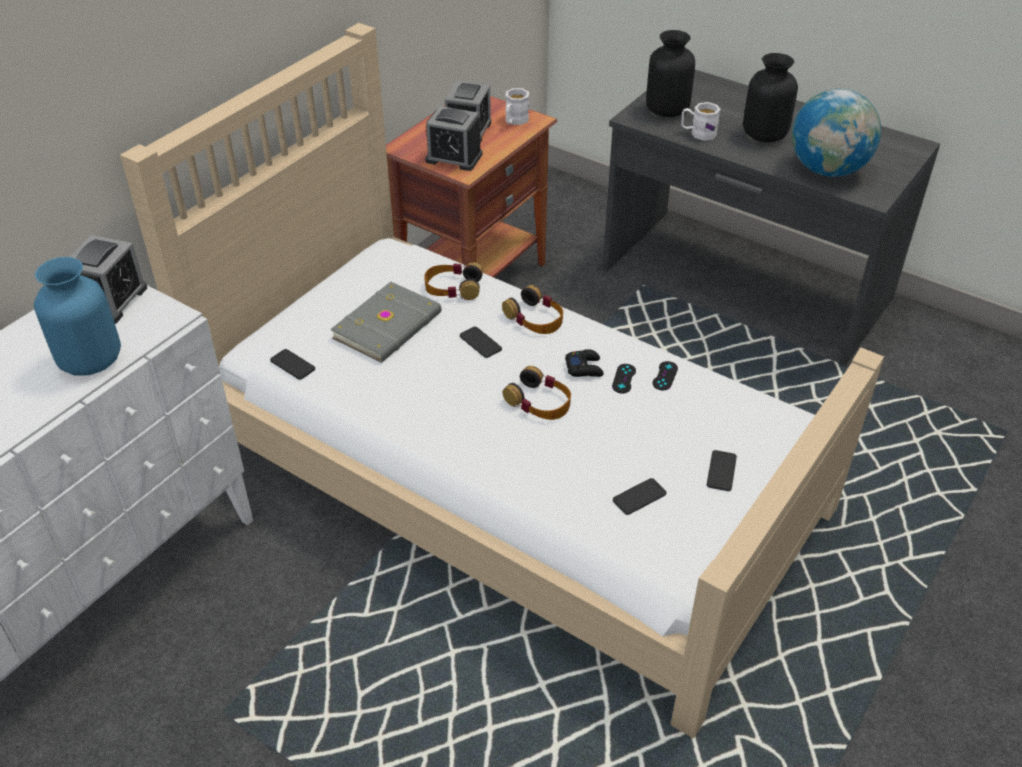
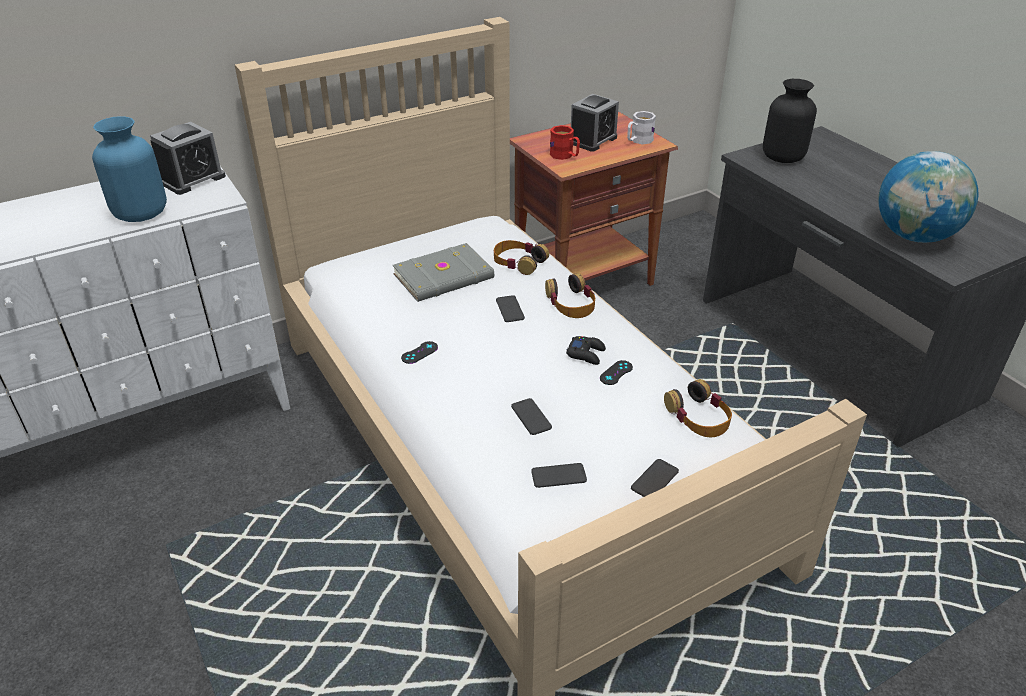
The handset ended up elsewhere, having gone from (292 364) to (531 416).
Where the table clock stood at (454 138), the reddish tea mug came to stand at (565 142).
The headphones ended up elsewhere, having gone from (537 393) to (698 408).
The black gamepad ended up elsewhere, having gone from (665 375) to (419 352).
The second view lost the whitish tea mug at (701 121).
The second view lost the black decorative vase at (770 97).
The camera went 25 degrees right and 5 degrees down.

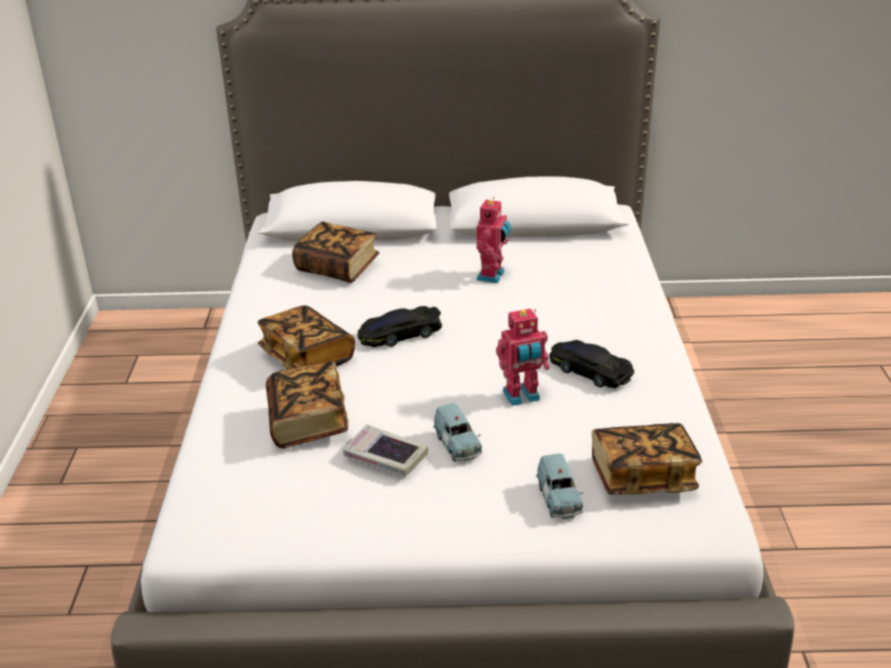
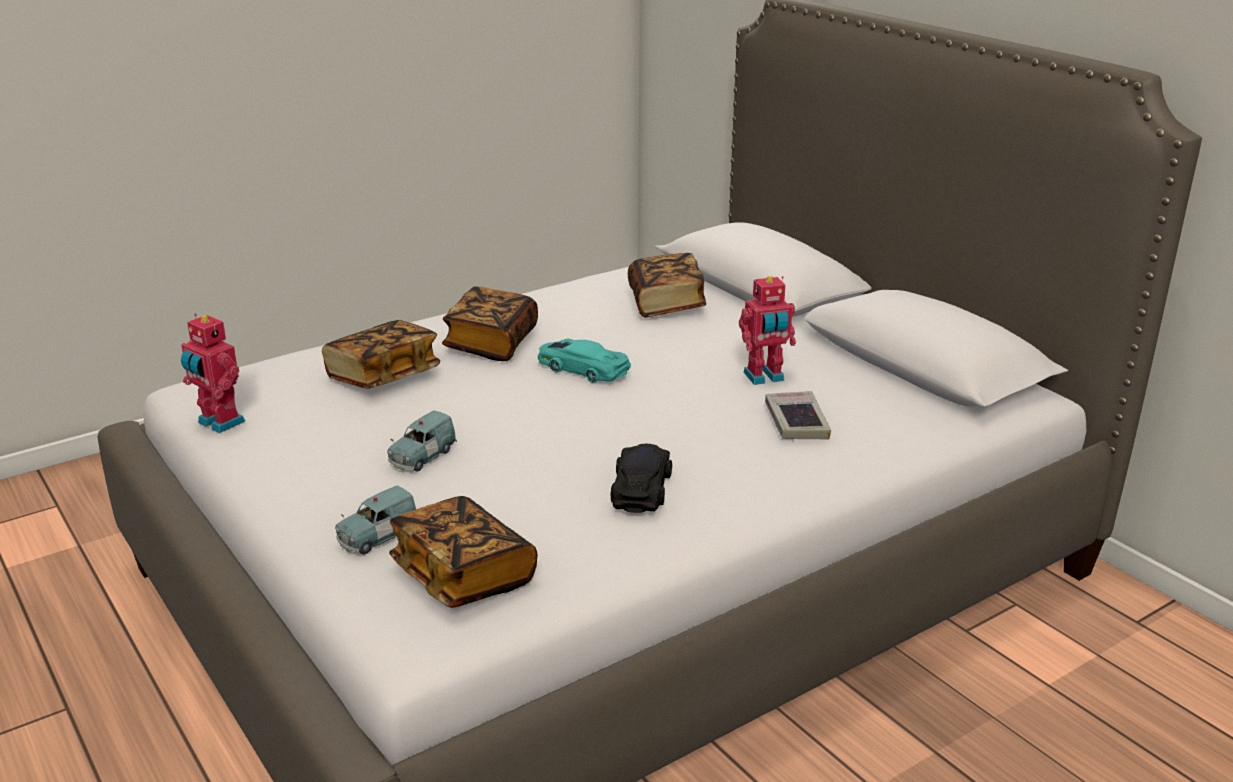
The volume ended up elsewhere, having gone from (385 450) to (798 415).
What was the black model car at (400 326) turned into the turquoise model car at (584 361).
The robot figure ended up elsewhere, having gone from (522 357) to (213 373).
The camera went 55 degrees right and 5 degrees down.

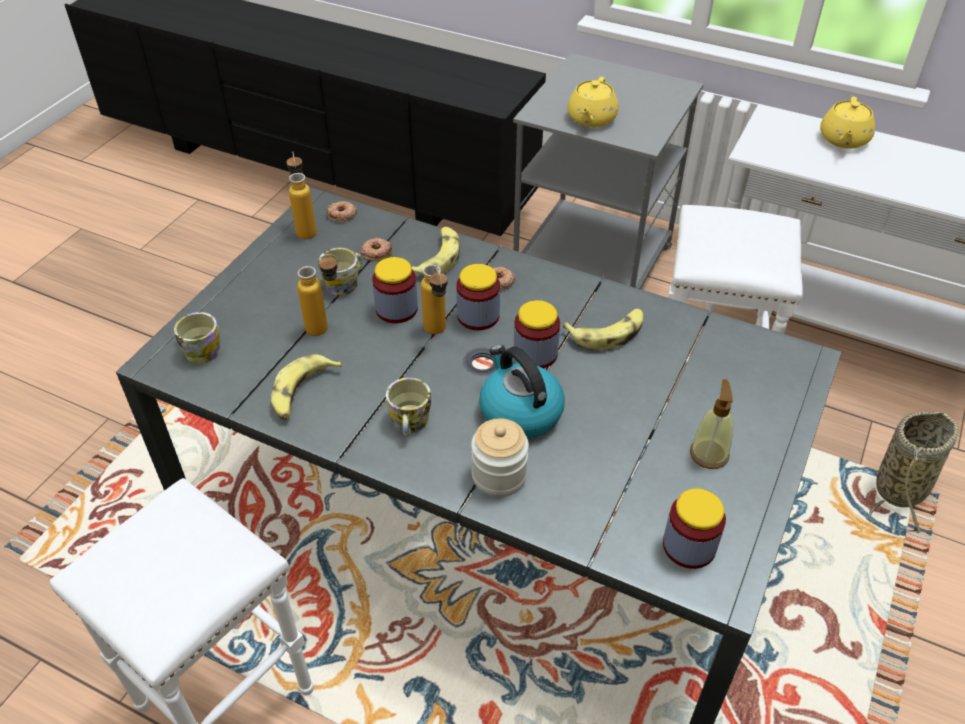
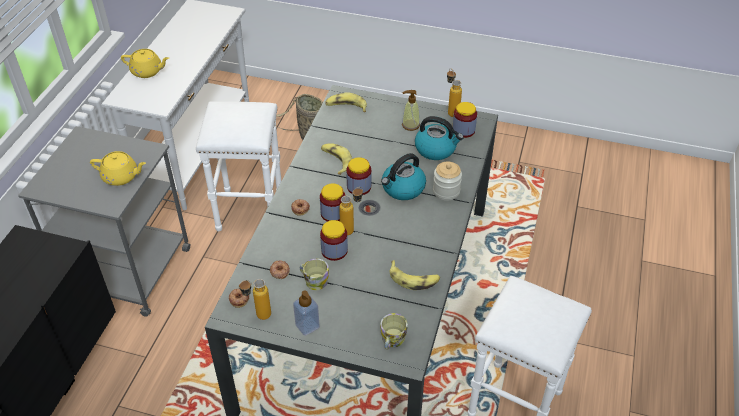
The drink bottle ended up elsewhere, having gone from (317 295) to (454 92).
The second view lost the tea mug at (408 407).
The banana fruit ended up elsewhere, having gone from (436 251) to (346 102).
The second view gained the soap bottle at (306 313).
The second view gained the tea kettle at (439 138).
The camera went 100 degrees left and 0 degrees up.

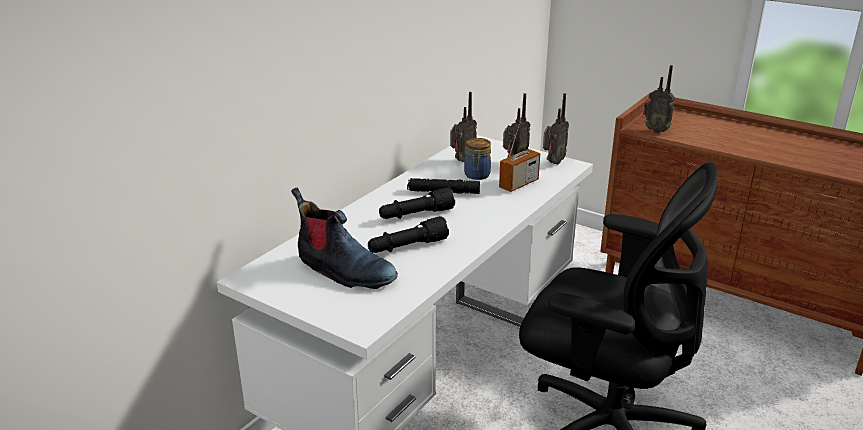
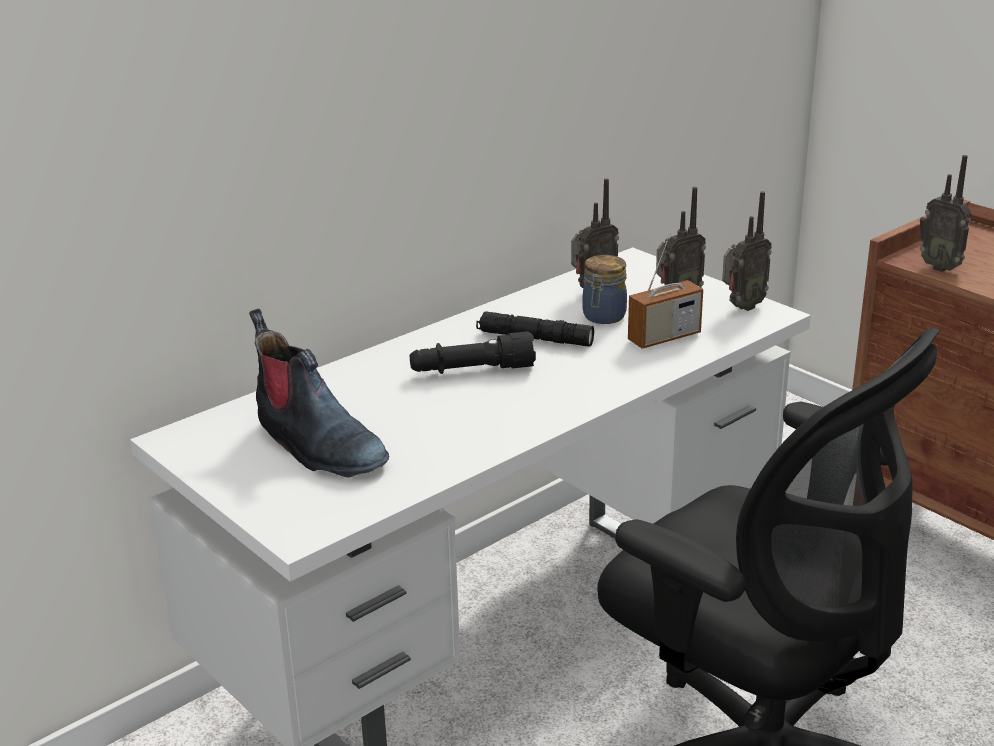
The second view lost the black flashlight at (408 234).
The camera went 15 degrees right and 0 degrees up.

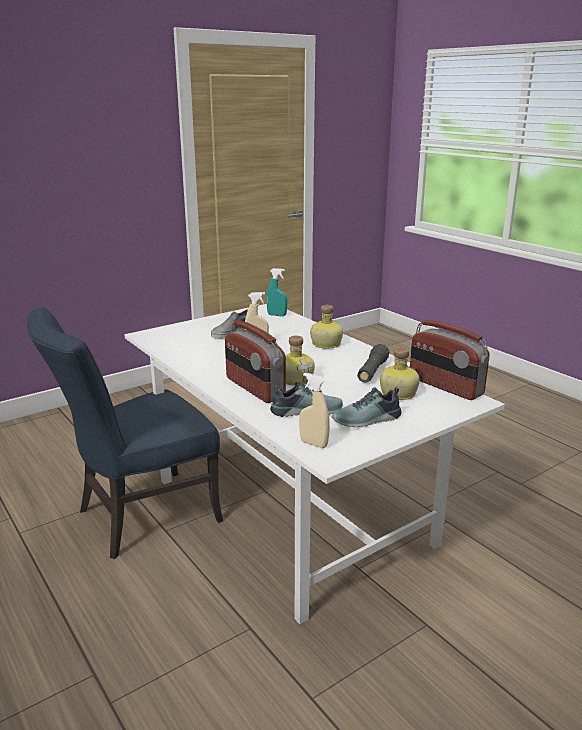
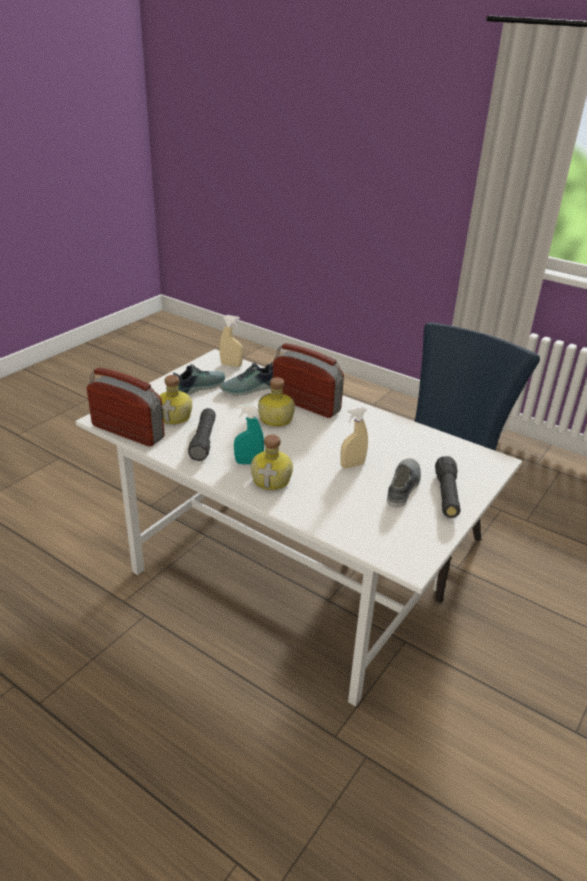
The turquoise hand sprayer ended up elsewhere, having gone from (277 292) to (249 434).
The second view gained the black flashlight at (448 487).
The camera went 160 degrees right and 10 degrees up.

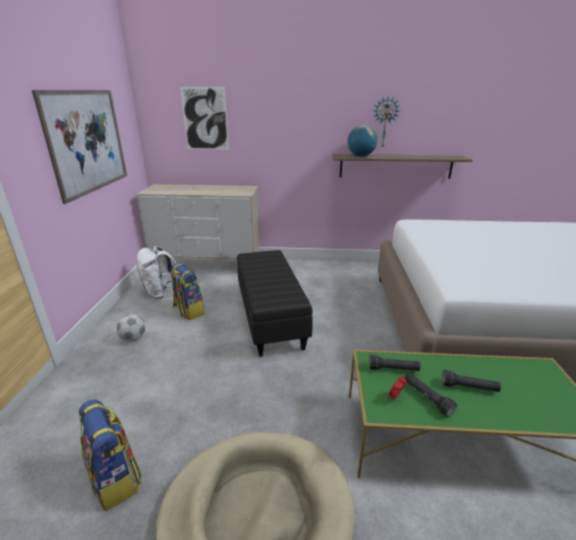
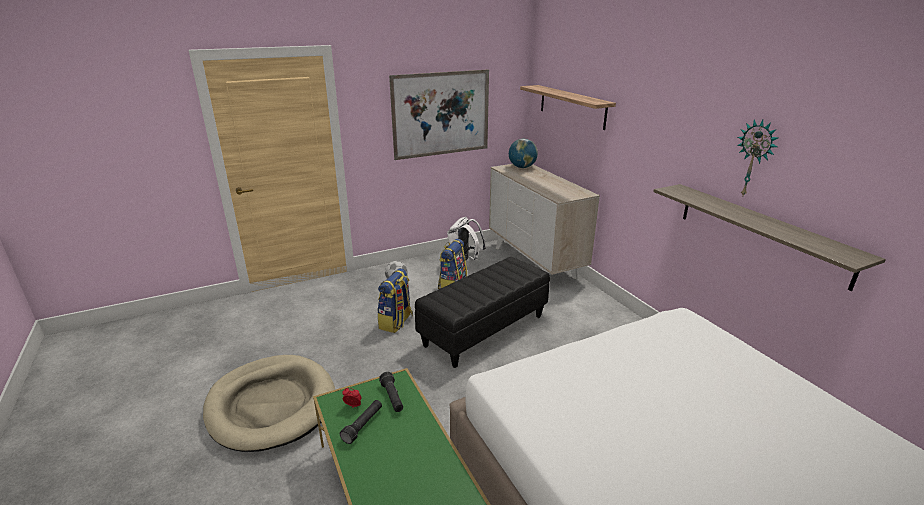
The rucksack ended up elsewhere, having gone from (110 455) to (395 300).
Where the picture hung at (204 118), the wall shelf came to hang at (568 107).
The desk globe ended up elsewhere, having gone from (362 141) to (523 153).
The second view lost the black flashlight at (471 381).
The camera went 60 degrees right and 0 degrees up.

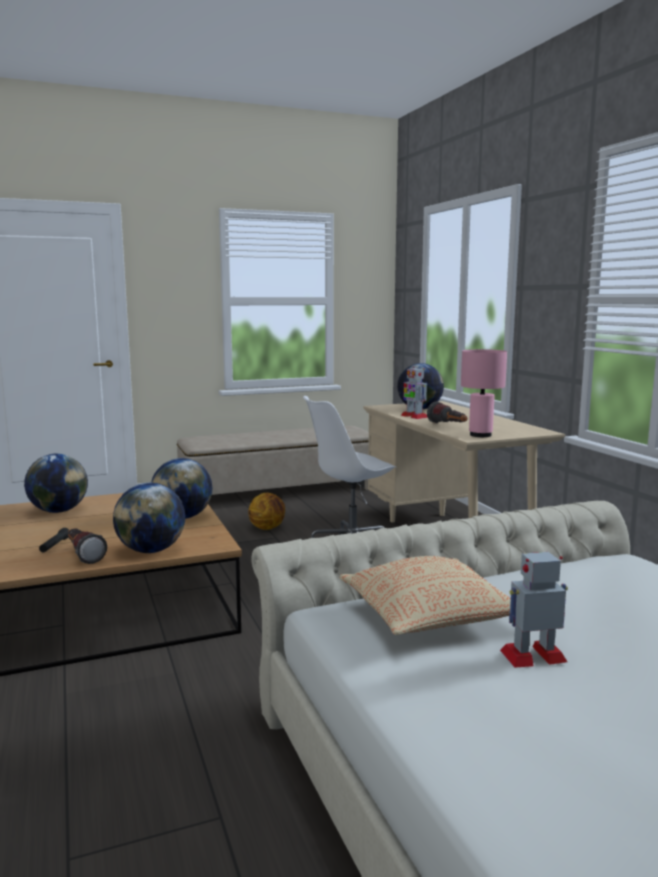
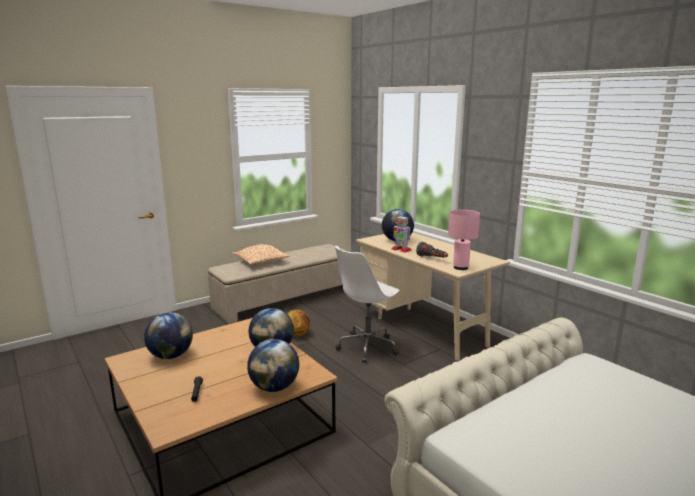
The second view lost the flashlight at (87 546).
The beige throw pillow ended up elsewhere, having gone from (425 595) to (261 254).
The second view lost the robot figure at (534 610).
The camera went 15 degrees left and 5 degrees up.

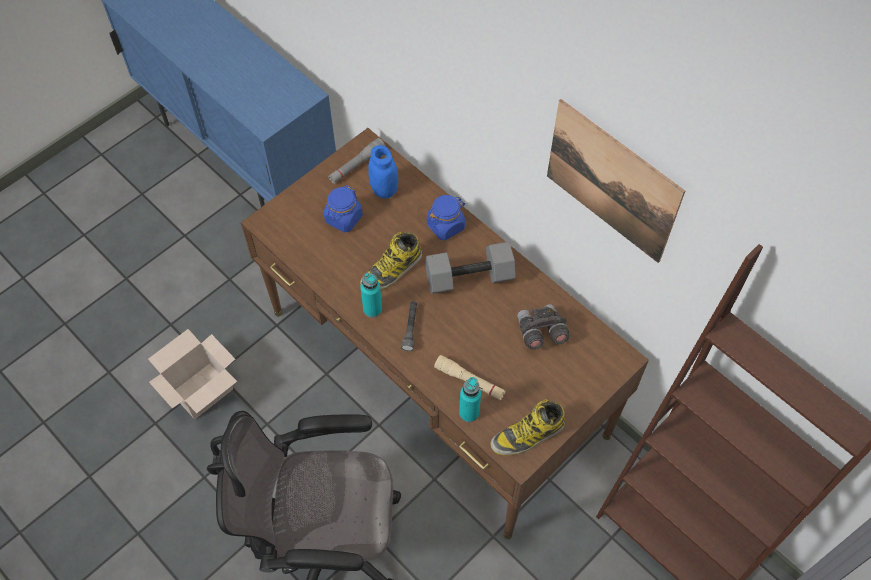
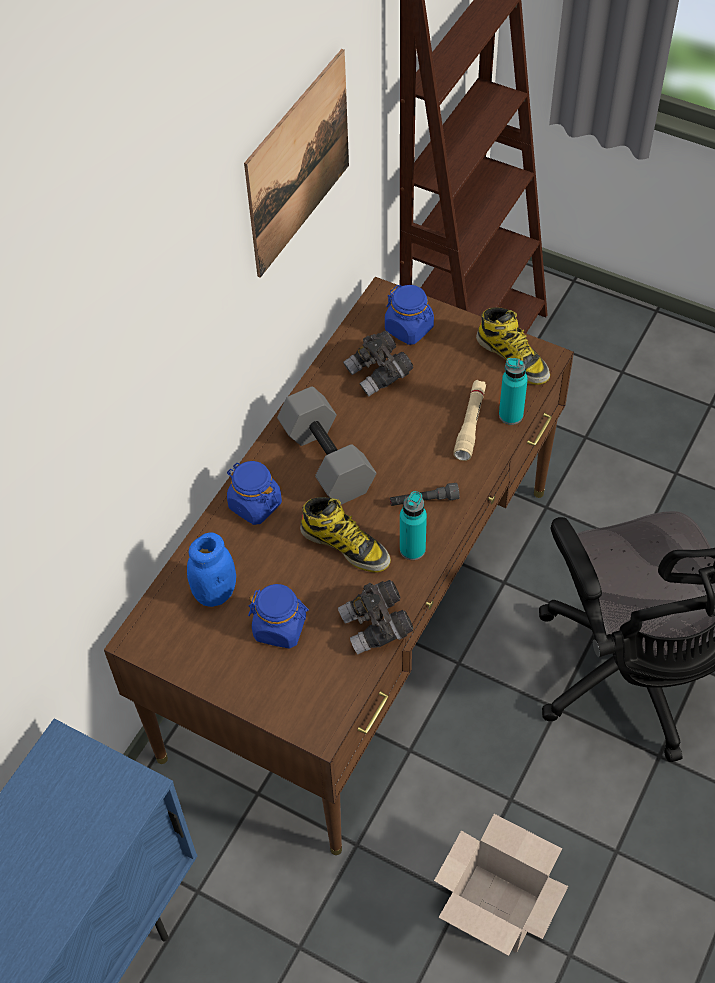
The second view lost the grey flashlight at (356 161).
The second view gained the grey field glasses at (376 617).
The second view gained the blue jar at (409 315).
The camera went 105 degrees left and 5 degrees down.

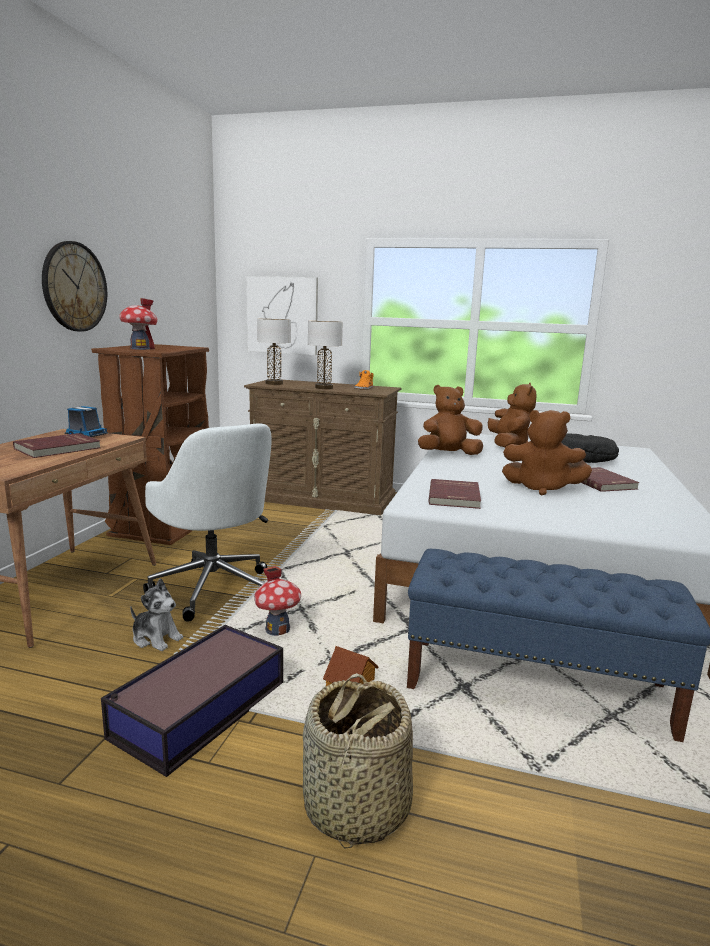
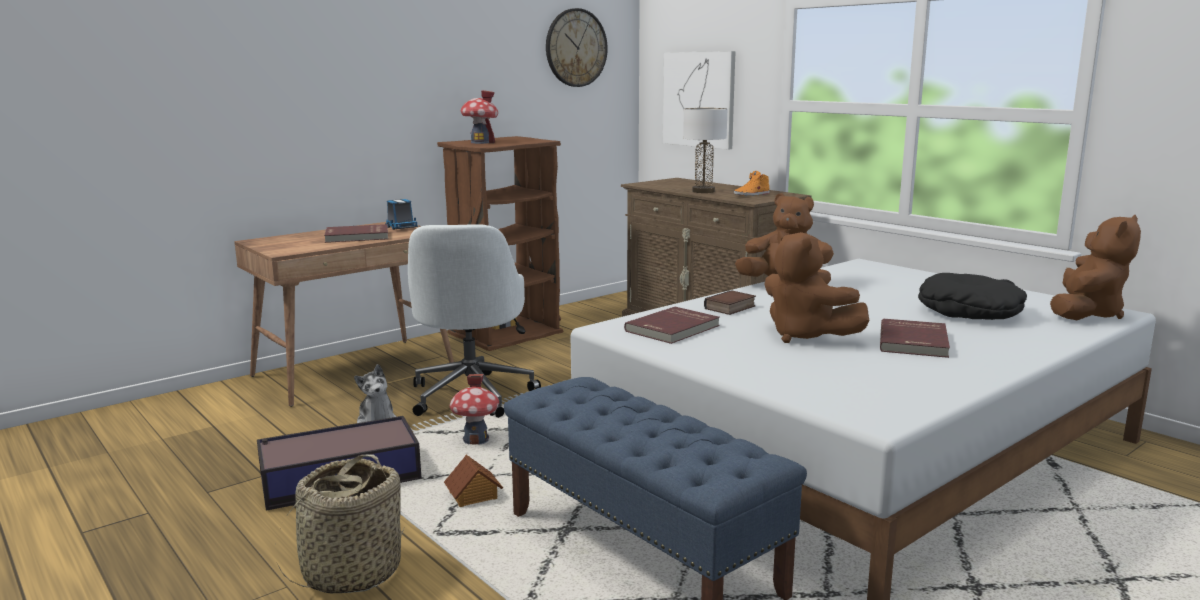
The clock on the wall ended up elsewhere, having gone from (74 286) to (577 47).
The second view lost the lamp for a table at (274 352).
The brown-coloured cuddly toy ended up elsewhere, having gone from (512 415) to (1095 267).
The second view gained the volume at (730 302).
The camera went 35 degrees right and 0 degrees up.

